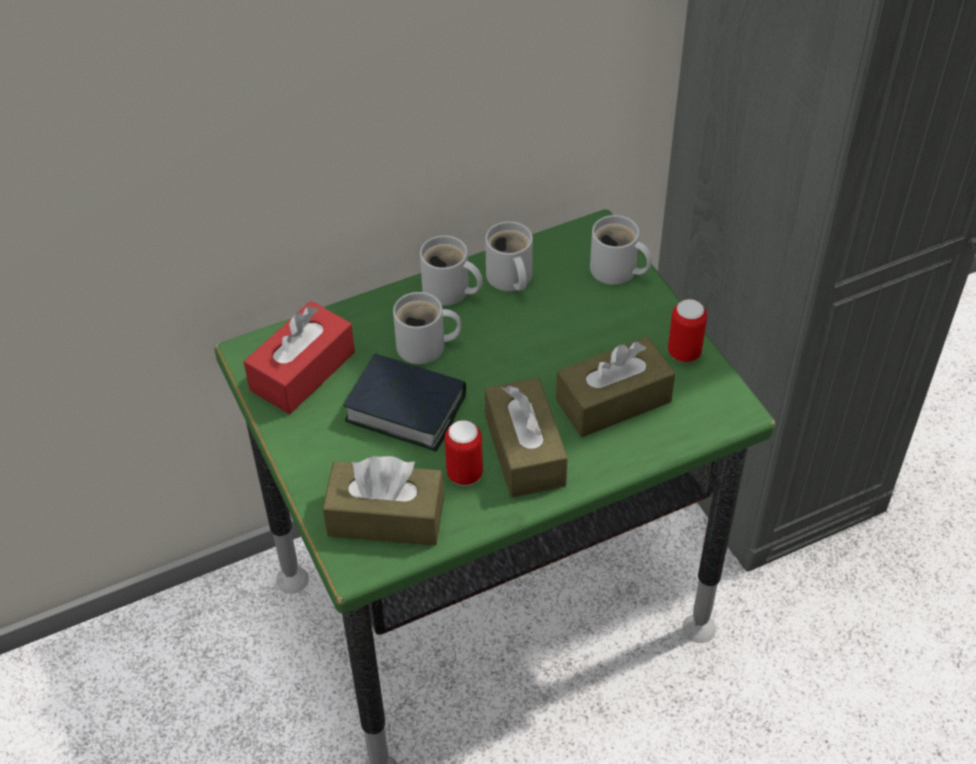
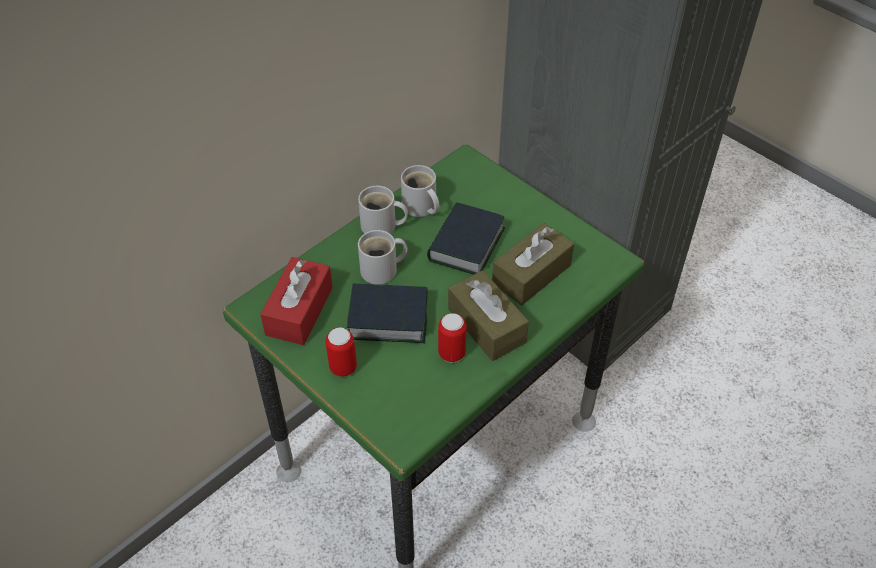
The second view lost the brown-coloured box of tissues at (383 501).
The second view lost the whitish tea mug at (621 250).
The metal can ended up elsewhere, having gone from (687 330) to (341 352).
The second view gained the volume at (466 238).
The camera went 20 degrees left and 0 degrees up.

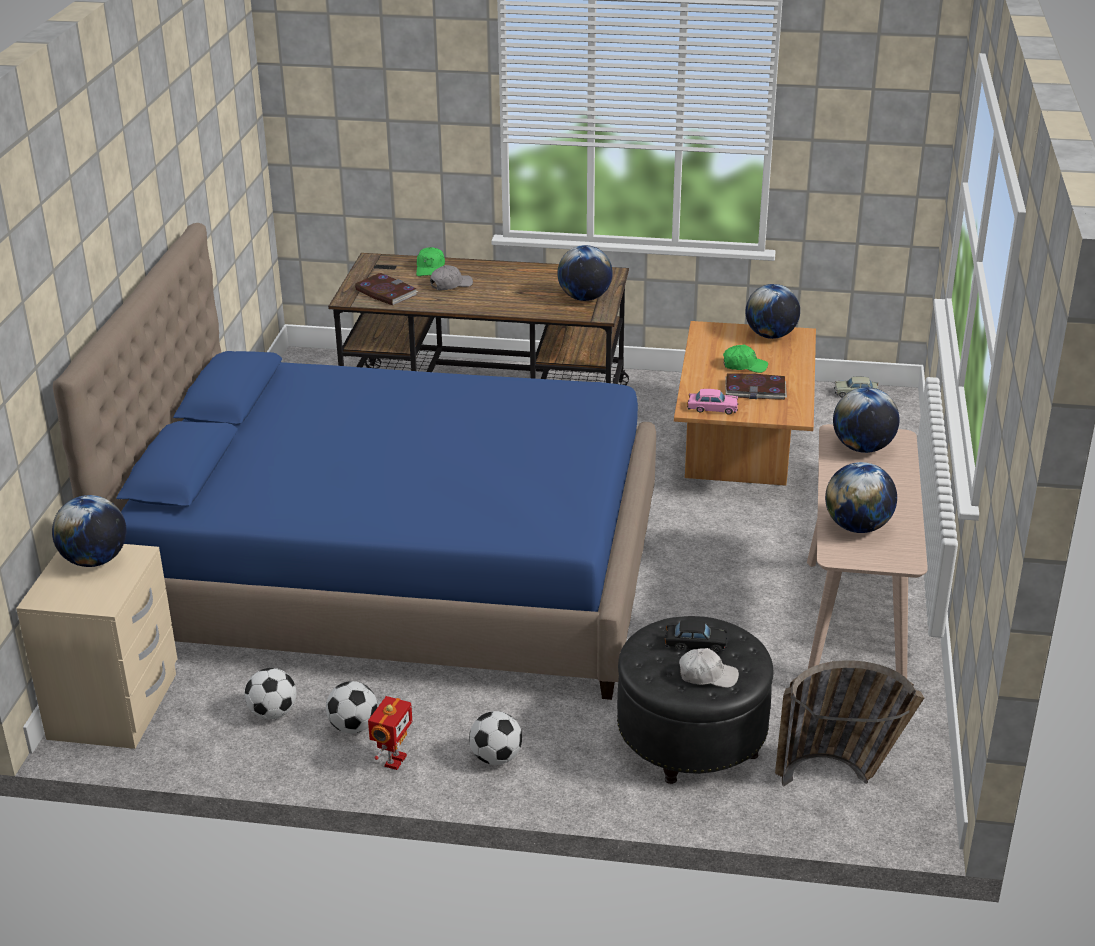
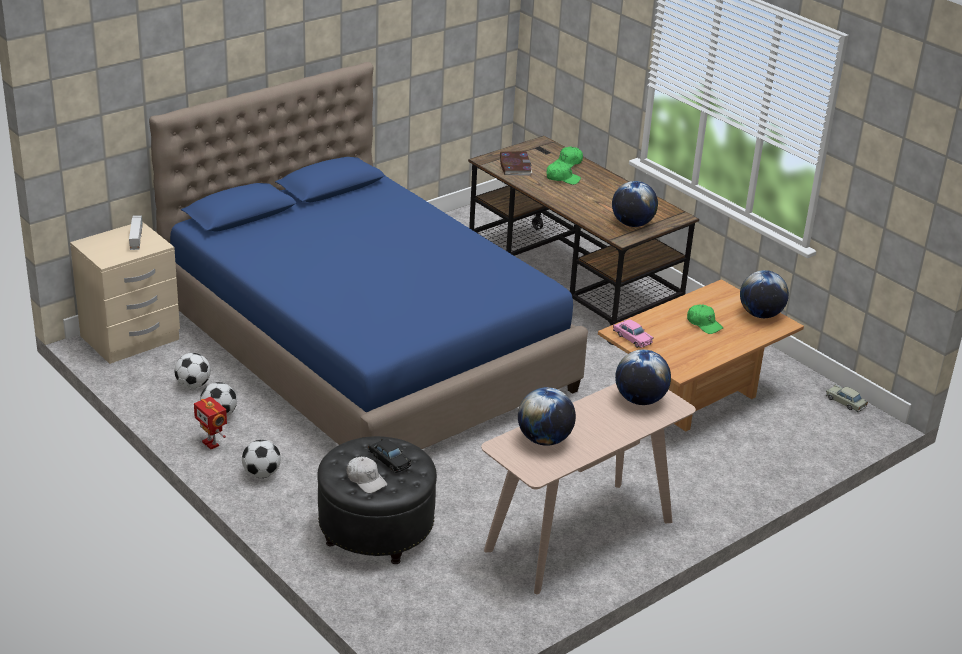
Where the desk globe stood at (89 531), the model truck came to stand at (136 232).
The robot figure at (390 733) ended up facing another way, 75 degrees clockwise from before.
What was the grey cap at (451 278) turned into the green cap at (564 173).
The second view lost the volume at (756 386).
The second view lost the basket at (849 723).
The camera went 40 degrees right and 0 degrees up.

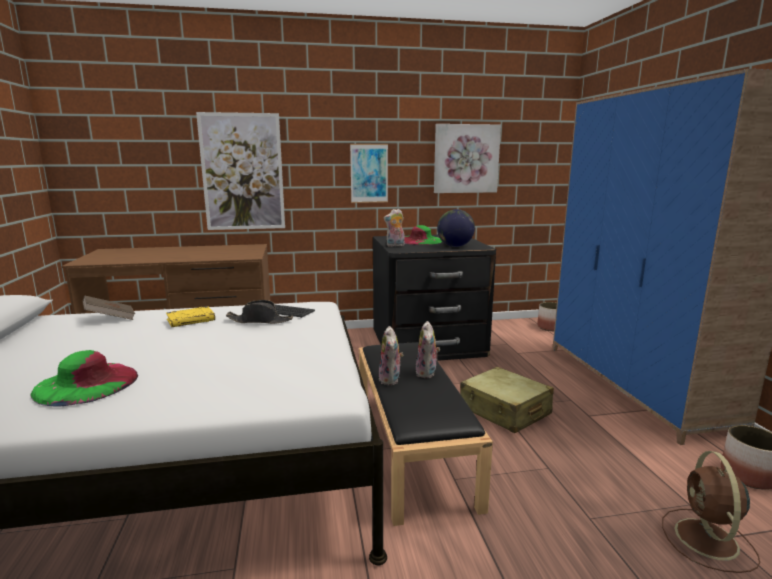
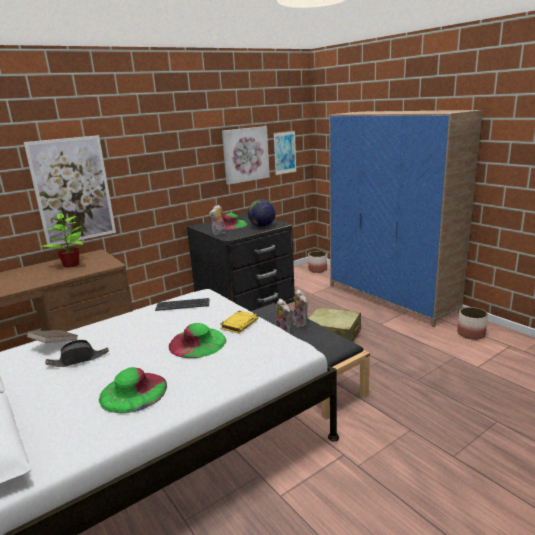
The yellowish volume ended up elsewhere, having gone from (190 316) to (239 322).
The black wearable hat ended up elsewhere, having gone from (259 312) to (77 353).
The picture ended up elsewhere, having gone from (369 173) to (285 153).
The second view lost the brown-coloured fan at (711 512).
The second view gained the plant in a pot at (61 240).
The second view gained the green wearable hat at (197 340).
The camera went 25 degrees left and 5 degrees up.

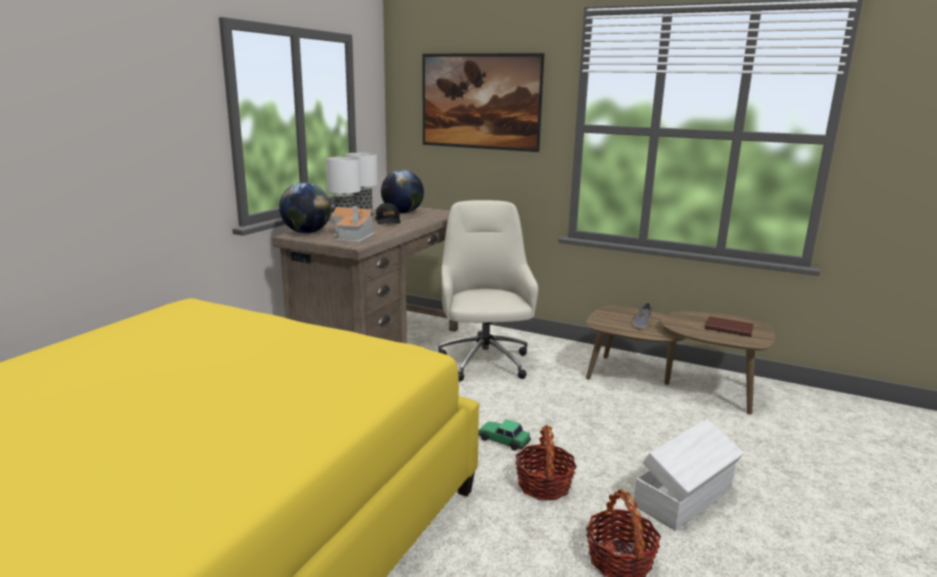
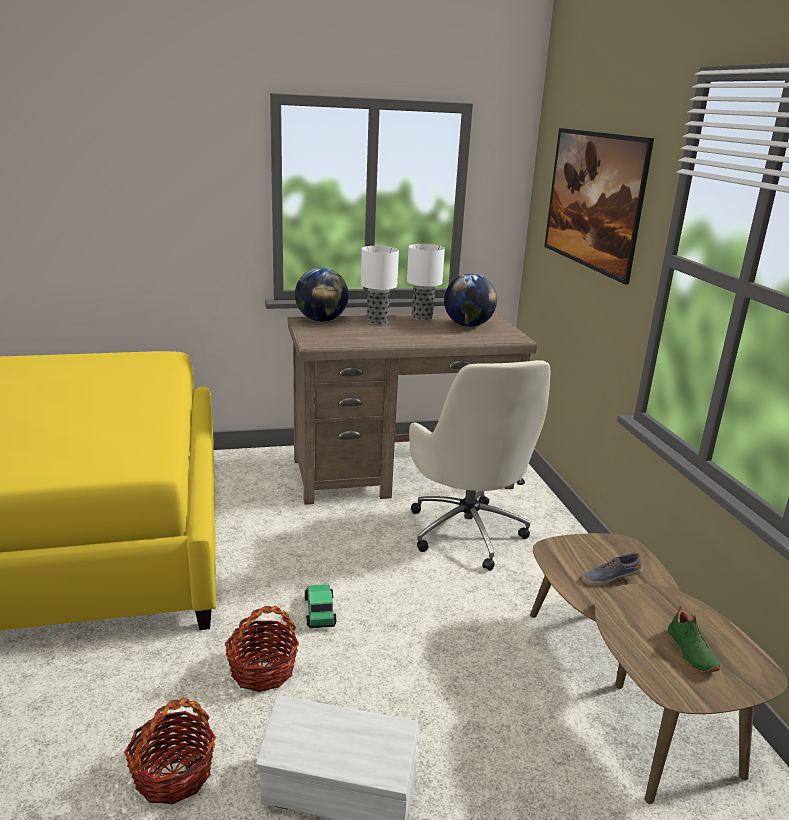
The second view lost the miniature house at (354 224).
The second view lost the black cap at (388 213).
The beige office chair at (488 290) ended up facing another way, 120 degrees clockwise from before.
Where the brown-coloured volume stood at (729 326), the green low shoe came to stand at (694 639).
The camera went 50 degrees right and 5 degrees up.

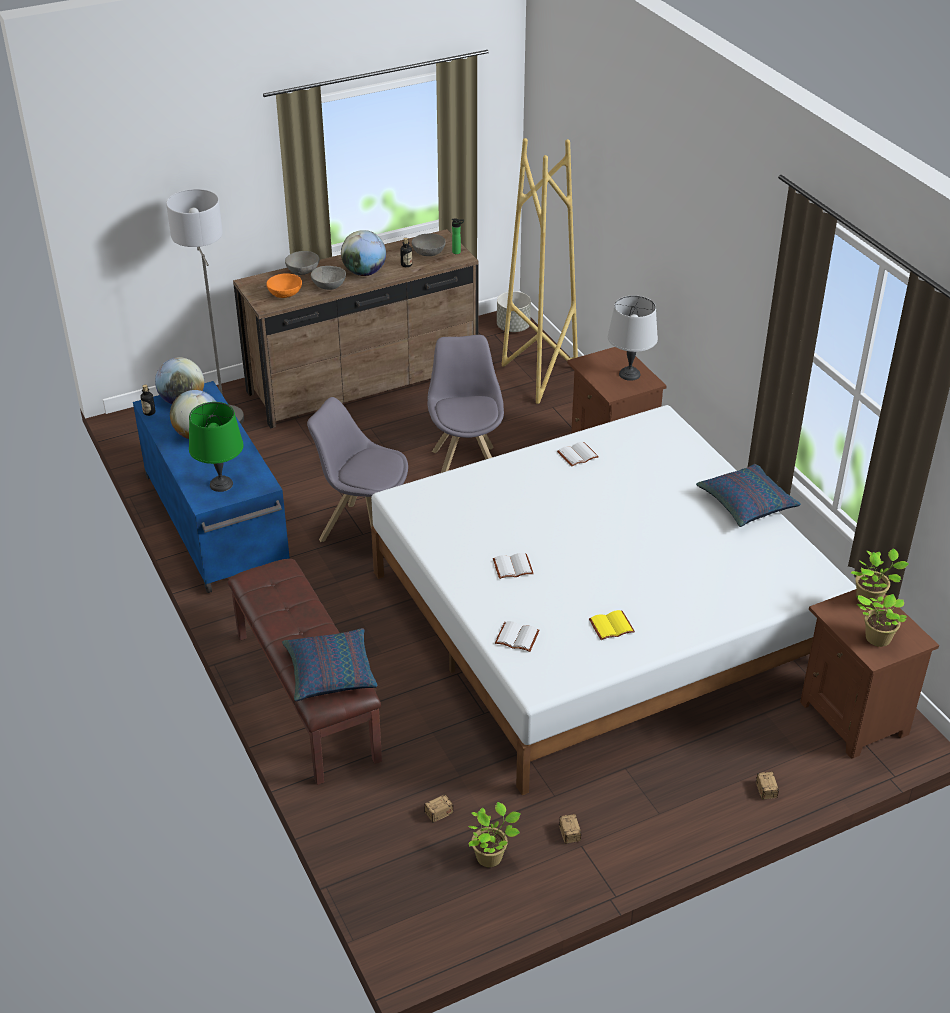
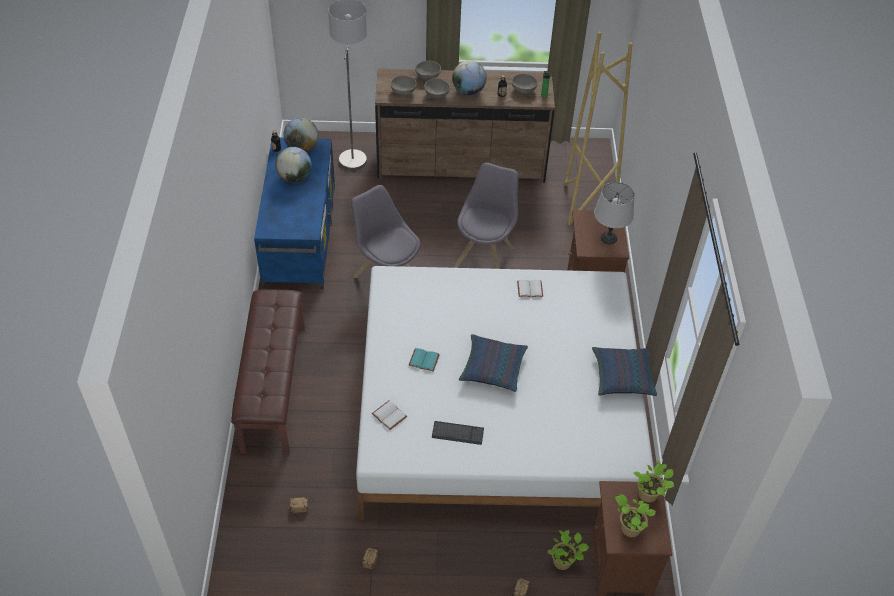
The second view lost the green lamp for a table at (216 447).
What was the orange deep dish at (284 286) turned into the grey deep dish at (403 85).
The blue throw pillow ended up elsewhere, having gone from (329 664) to (493 363).
The plant in a pot ended up elsewhere, having gone from (494 834) to (568 550).
What was the whitish volume at (513 566) turned into the turquoise volume at (424 360).
The second view lost the grey plant pot at (514 311).
Where the yellowish volume stood at (612 625), the PC keyboard came to stand at (458 433).
The camera went 25 degrees right and 10 degrees up.

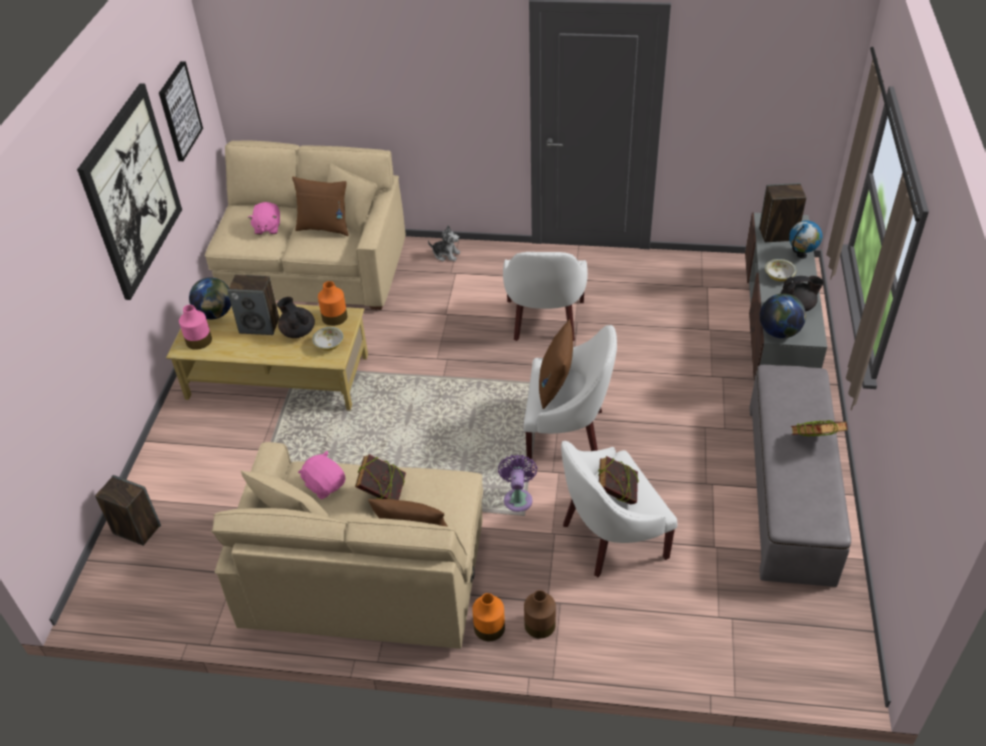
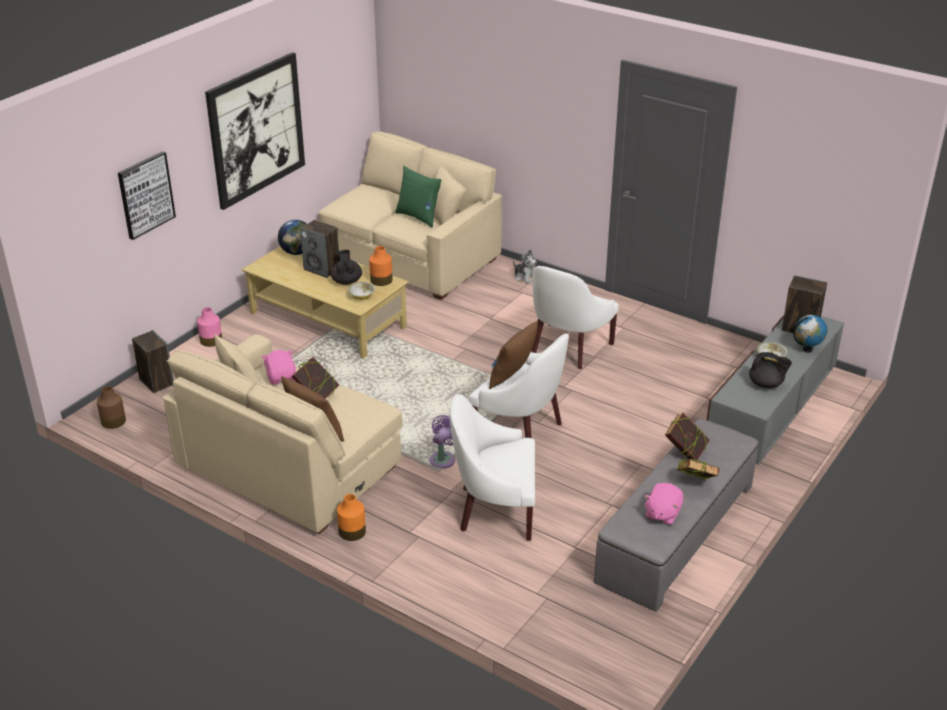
The picture ended up elsewhere, having gone from (181 111) to (147 195).
The pinkish decorative vase ended up elsewhere, having gone from (195 327) to (209 327).
The pinkish cuddly toy ended up elsewhere, having gone from (264 218) to (663 504).
What was the brown-coloured throw pillow at (320 206) turned into the green throw pillow at (418 196).
The brown-coloured decorative vase ended up elsewhere, having gone from (540 614) to (111 407).
The volume ended up elsewhere, having gone from (618 480) to (687 437).
The second view lost the desk globe at (783 316).
The camera went 25 degrees right and 10 degrees down.

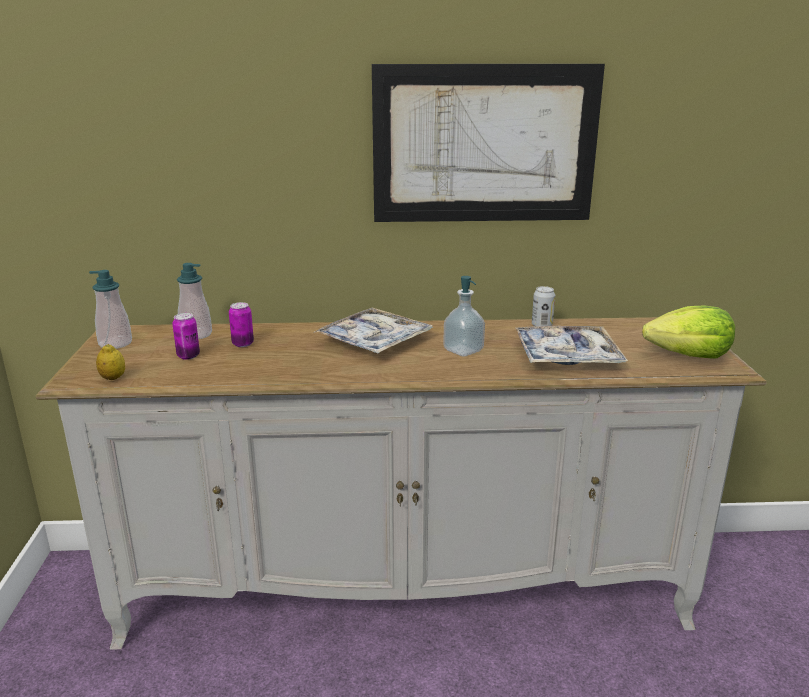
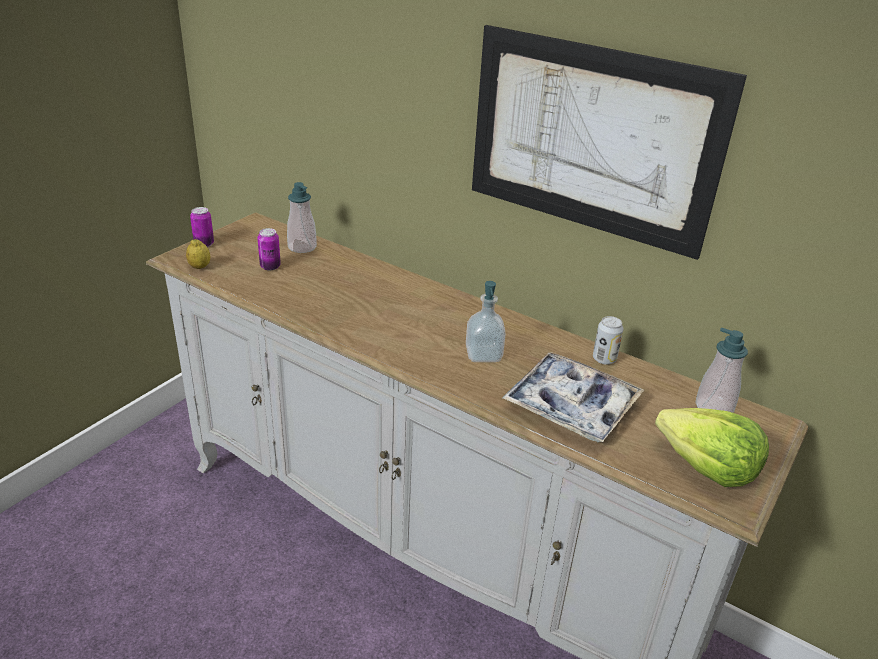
The soap bottle ended up elsewhere, having gone from (110 309) to (722 370).
The metal can ended up elsewhere, having gone from (241 324) to (202 227).
The second view lost the tray at (373 331).
The camera went 35 degrees right and 10 degrees up.

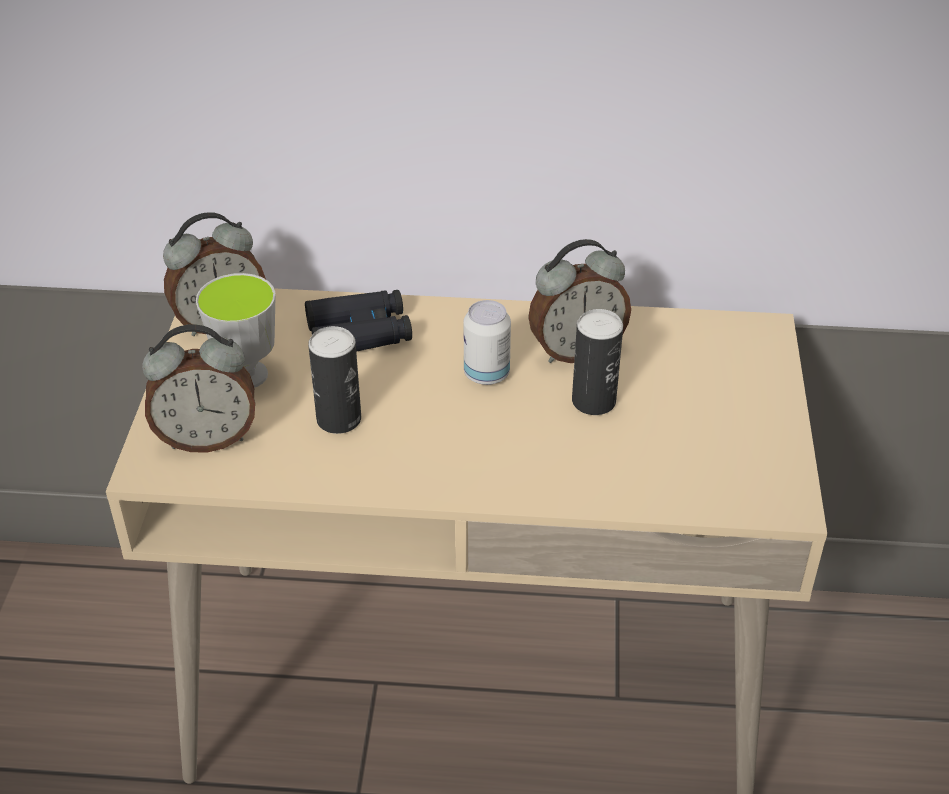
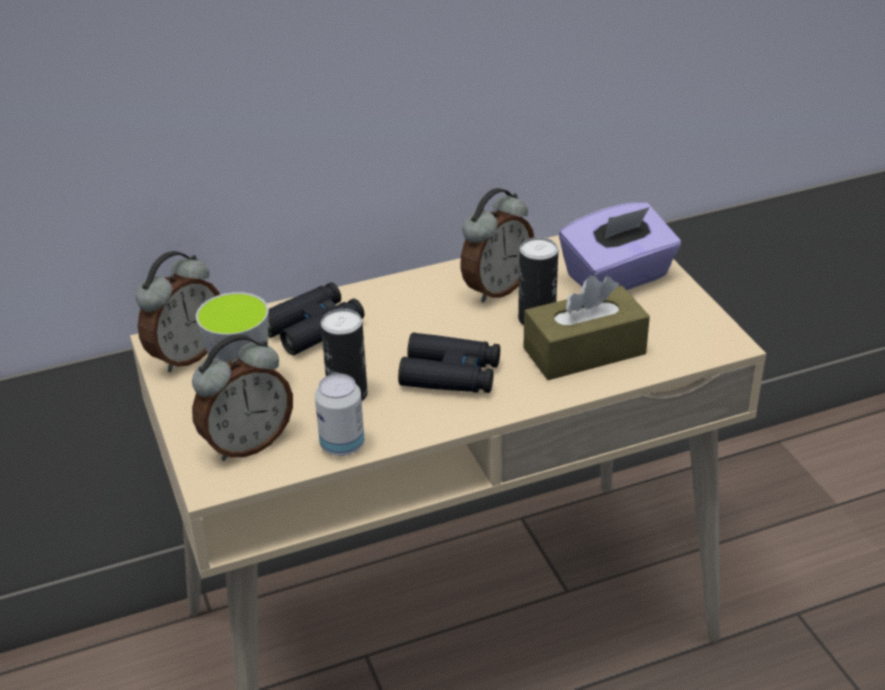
The metal can ended up elsewhere, having gone from (487 342) to (340 415).
The second view gained the black field glasses at (449 363).
The second view gained the brown-coloured box of tissues at (586 328).
The second view gained the purple-coloured box of tissues at (620 246).
The camera went 25 degrees left and 5 degrees down.

